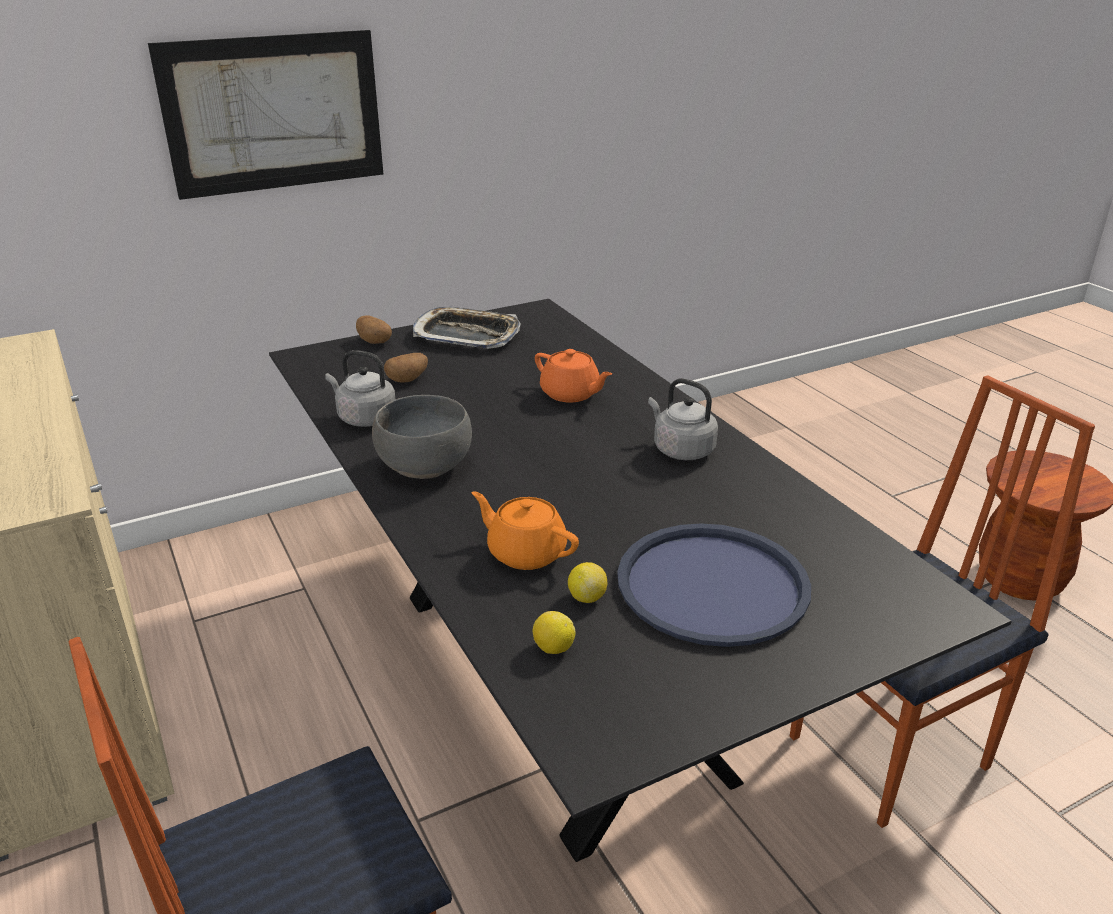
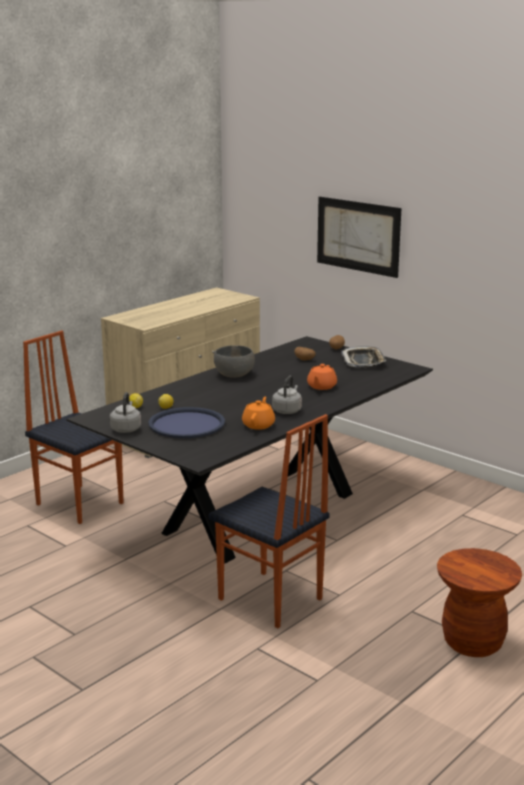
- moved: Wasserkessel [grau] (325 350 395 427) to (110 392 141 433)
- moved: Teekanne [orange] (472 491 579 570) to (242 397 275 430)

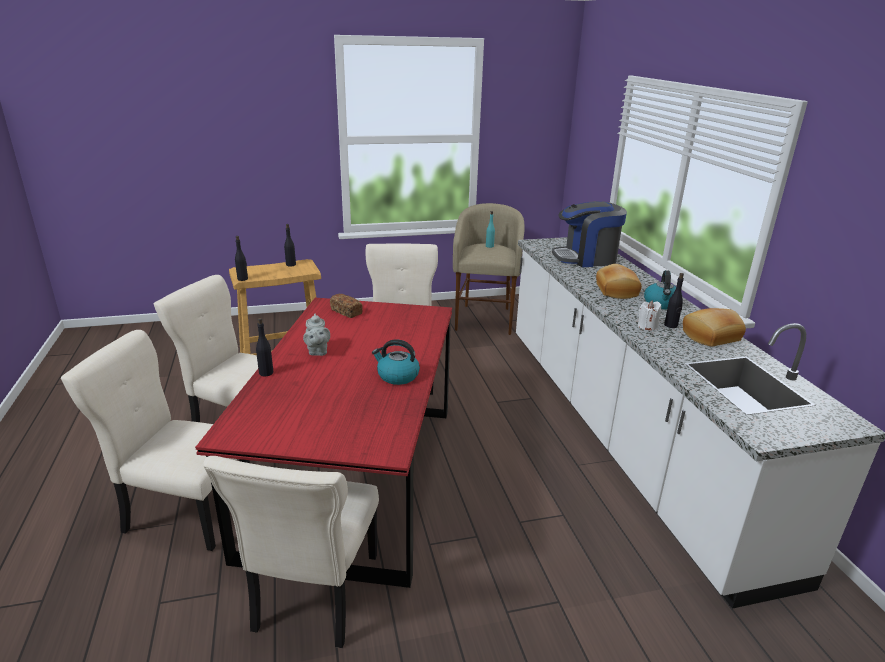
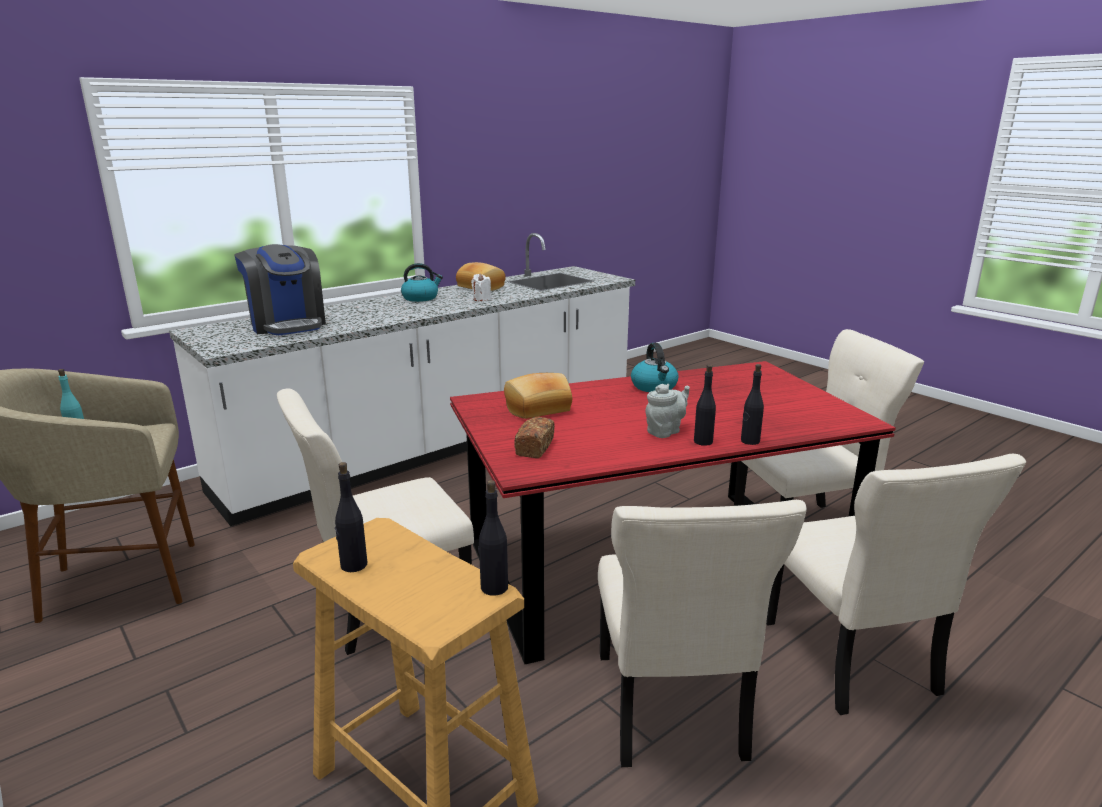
- moved: Brot (596 264 642 299) to (504 373 572 419)
- moved: Flasche [schwarz] (664 273 684 328) to (694 365 716 446)

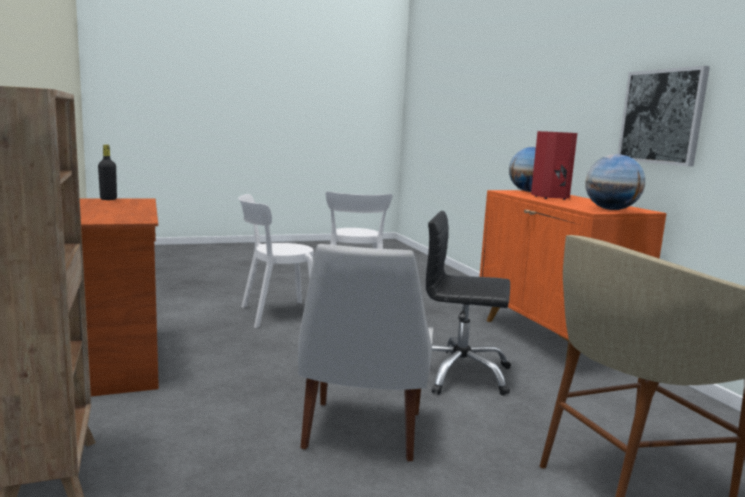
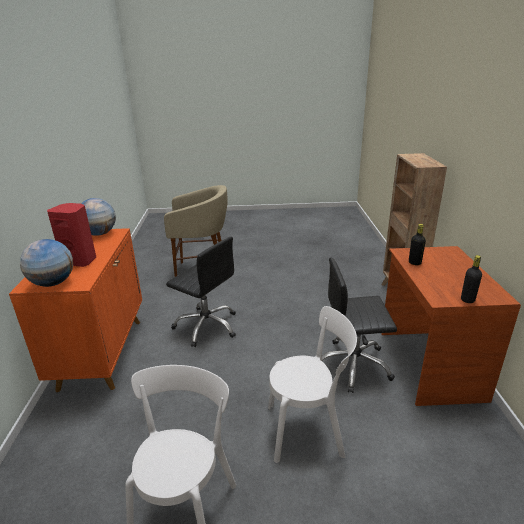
- added: Bürostuhl [schwarz] (322 258 397 393)
- added: Flasche [schwarz] (409 224 426 265)
- removed: Stuhl [weiß] (298 244 433 462)
- removed: Bild (618 66 710 167)

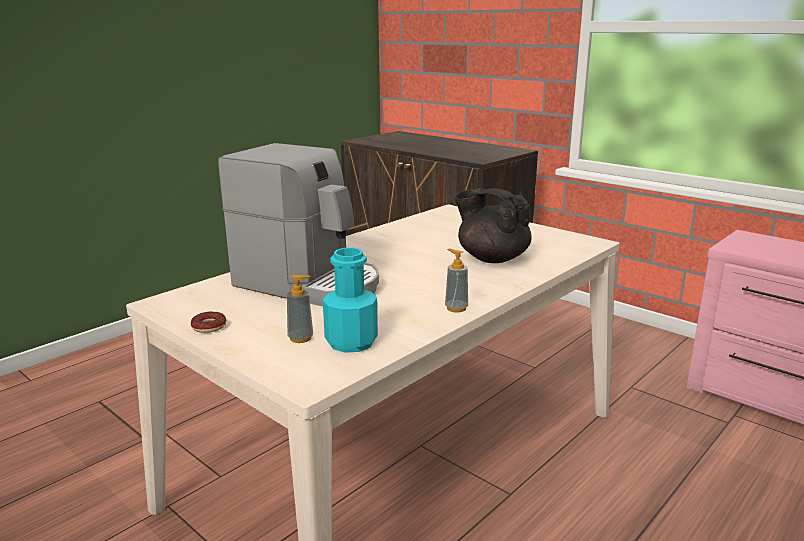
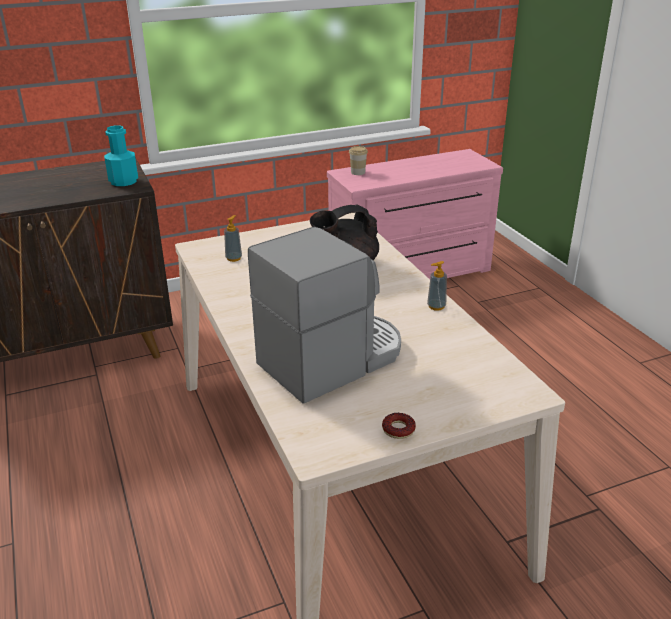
- moved: Flasche [türkis] (323 248 378 353) to (104 125 138 186)
- moved: Seifenspender (287 275 313 343) to (224 215 242 262)
- added: Tasse (349 146 368 175)

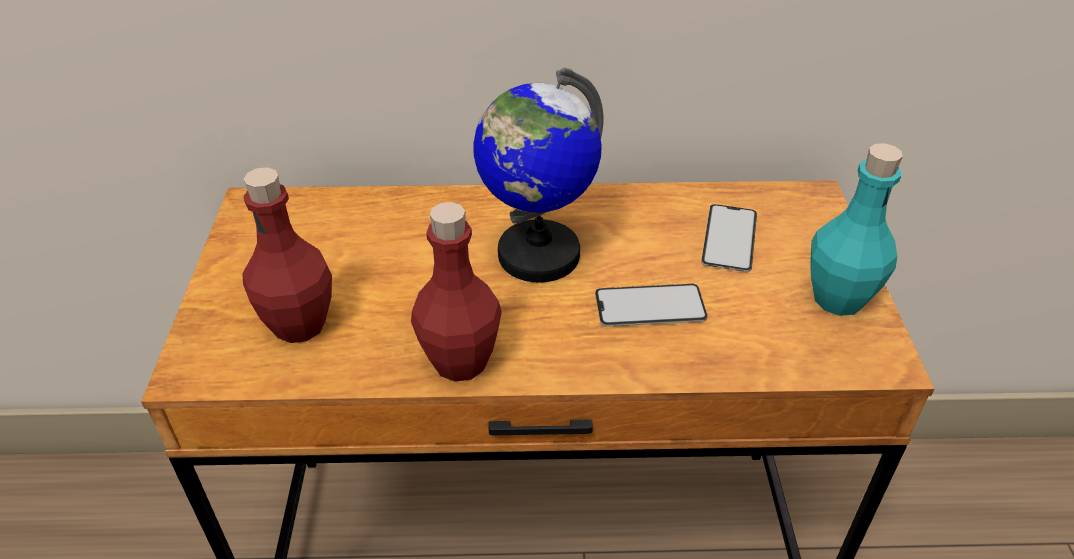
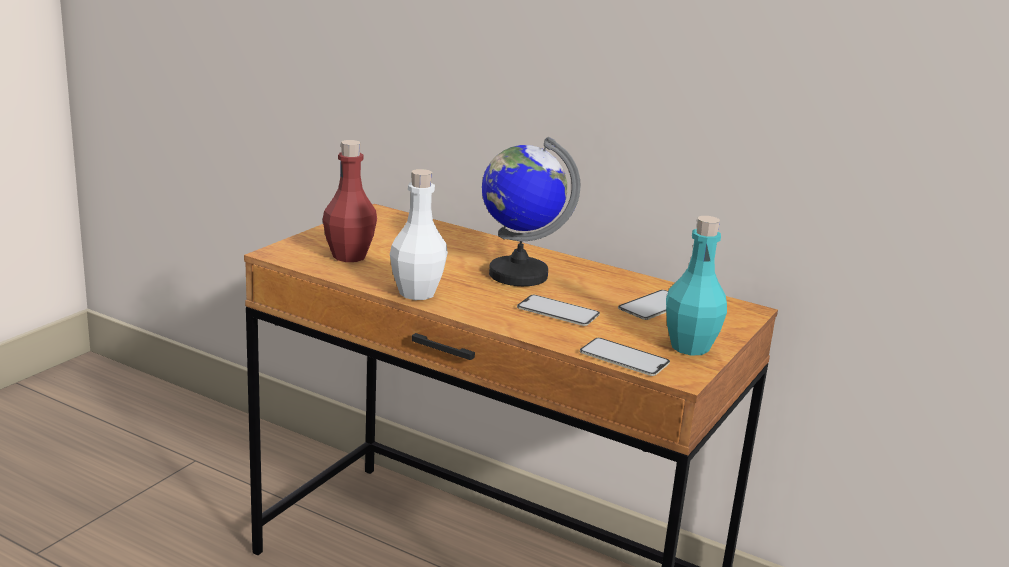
- recoloured: Flasche [rot] (411 202 502 382) to Flasche [weiß] (390 169 448 300)
- added: Handy (580 338 670 376)

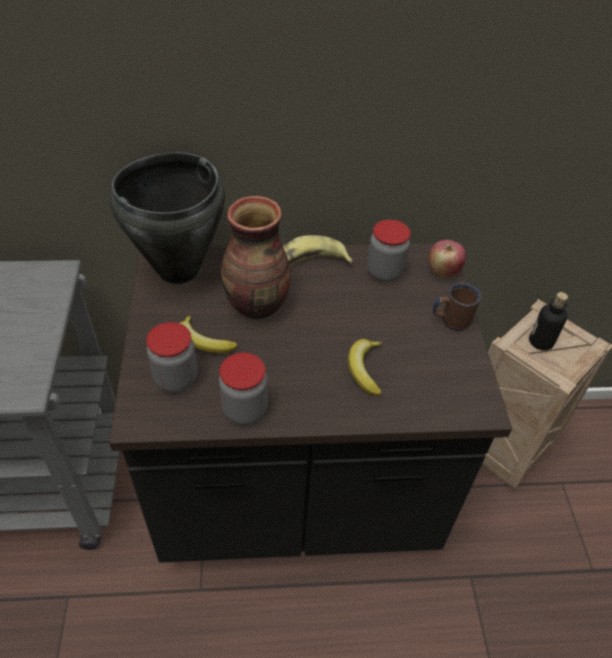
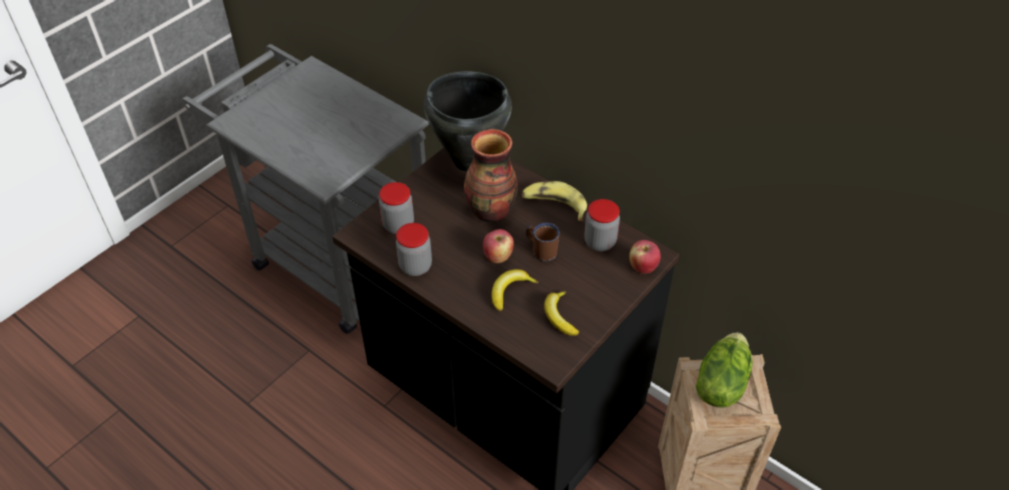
- added: Apfel (483 229 514 263)
- moved: Henkelbecher [braun] (432 283 481 331) to (526 223 560 262)
- moved: Banane (180 315 238 353) to (544 291 579 335)
- replaced: Flasche (529 292 568 350) to Salatkopf (696 332 752 408)

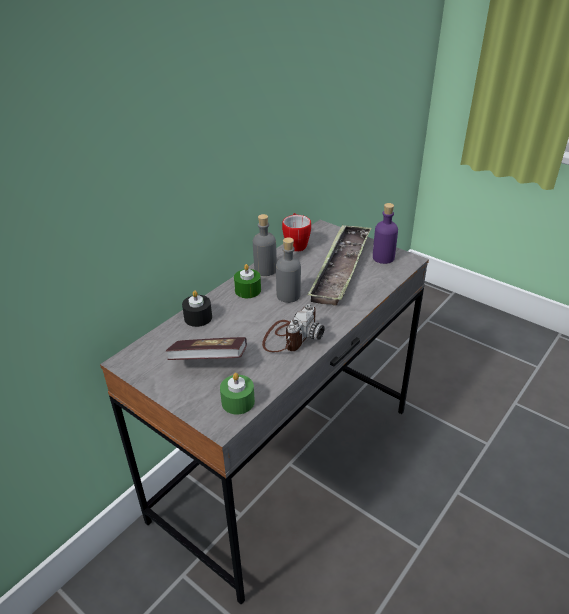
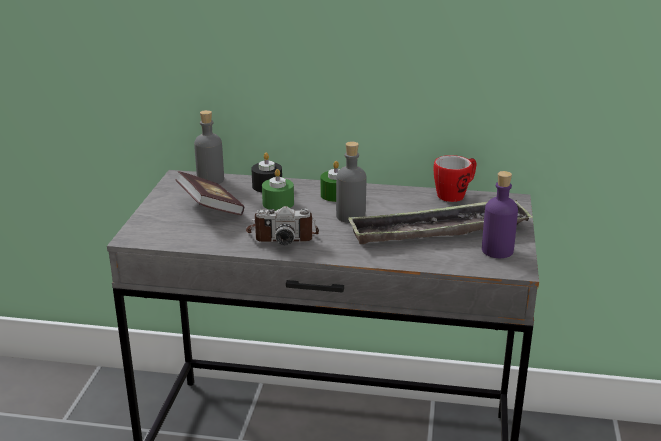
- moved: Flasche [grau] (253 214 277 276) to (194 110 224 184)
- moved: Kerze [grün] (220 373 255 415) to (262 169 294 211)

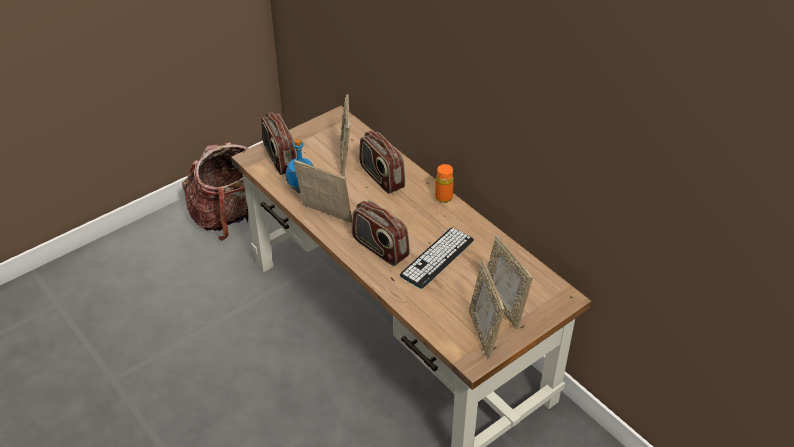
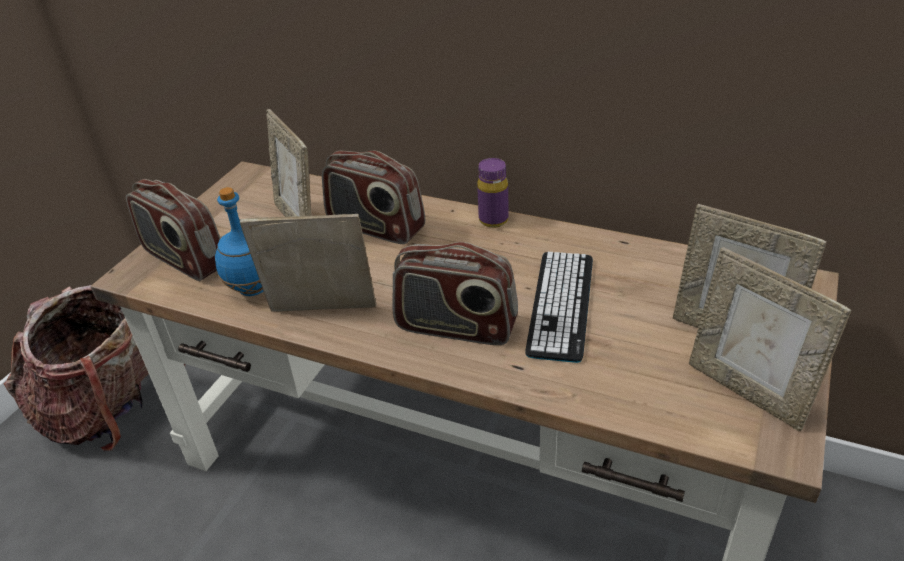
- recoloured: Flasche [orange] (435 164 454 203) to Flasche [lila] (477 158 509 228)

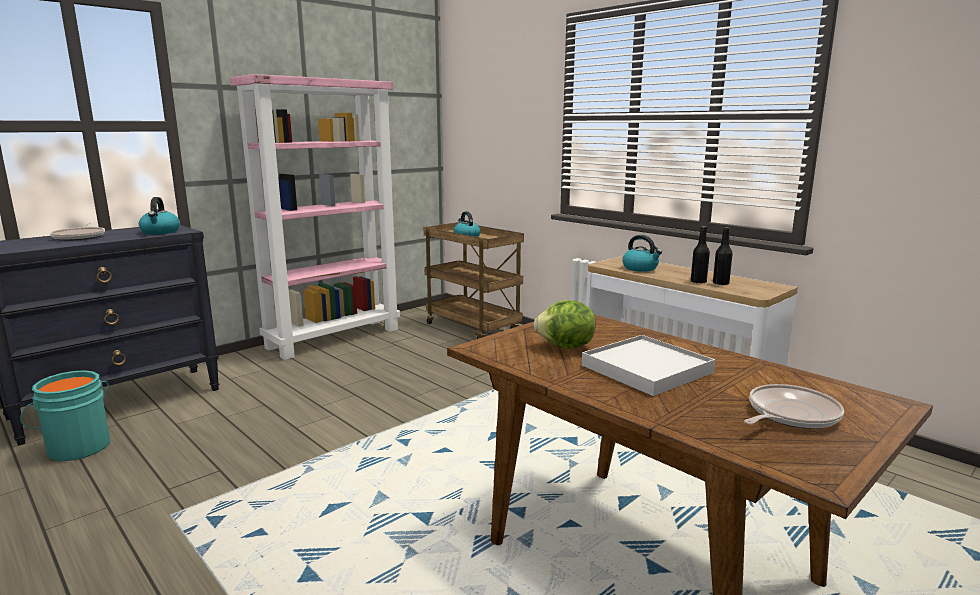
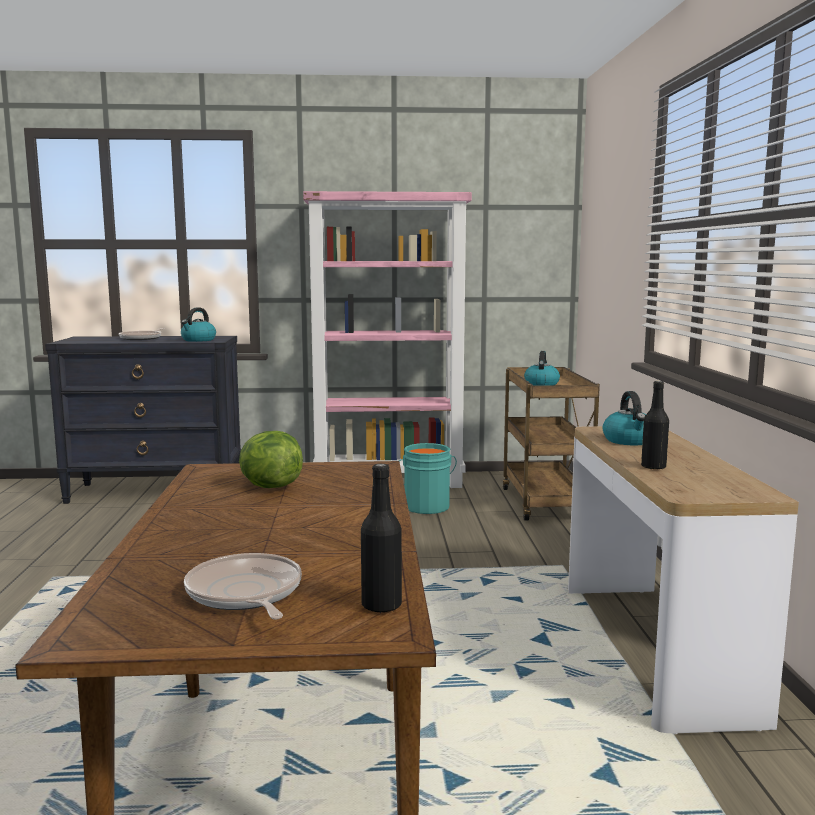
- turned: Pfanne (745 384 844 429) = (184 553 302 620) 120 degrees counterclockwise
- moved: Flasche [schwarz] (713 227 733 285) to (361 464 402 613)
- moved: Eimer [türkis] (20 370 110 461) to (399 443 457 514)
- removed: Tablett [weiß] (582 335 715 396)

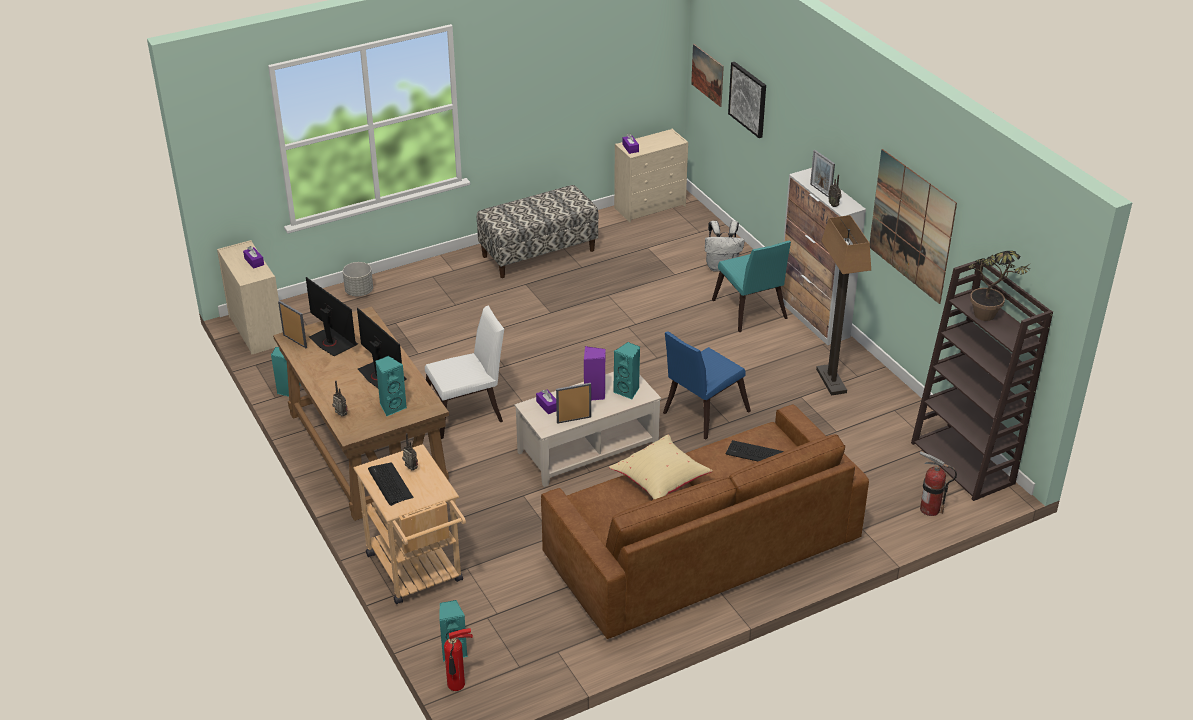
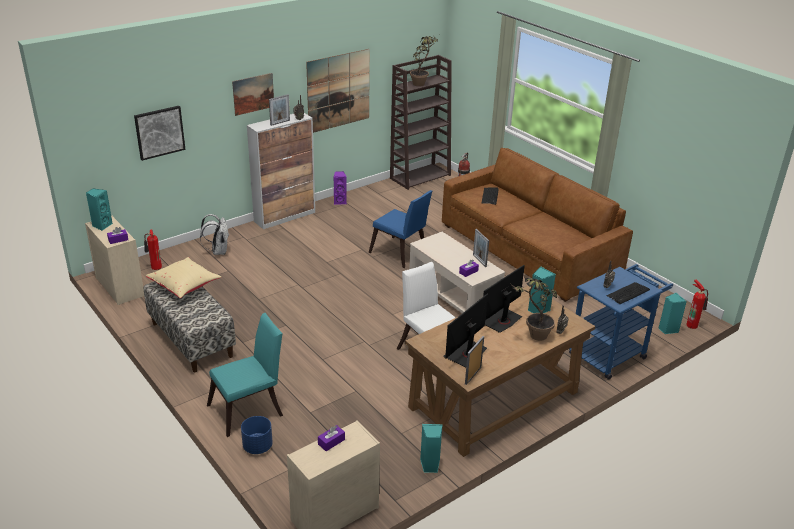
- moved: Lautsprecher [türkis] (613 342 640 400) to (86 188 113 231)
- added: Feuerlöscher (144 230 162 270)
- moved: Kissen [beige] (609 435 713 499) to (146 257 221 298)
- moved: Stuhl [türkis] (712 241 791 332) to (207 313 283 437)
- moved: Bild (691 44 724 107) to (232 73 274 116)
- recoloured: Pflanzkübel [grau] (343 262 373 296) to Pflanzkübel [blau] (241 416 273 454)
- moved: Lautsprecher [lila] (584 346 606 400) to (334 171 347 205)
- added: Topfpflanze (511 278 557 341)
- recoloured: Rollwagen [beige] (353 444 466 604) to Rollwagen [blau] (569 264 673 380)
- removed: Stehlampe (816 215 871 396)

